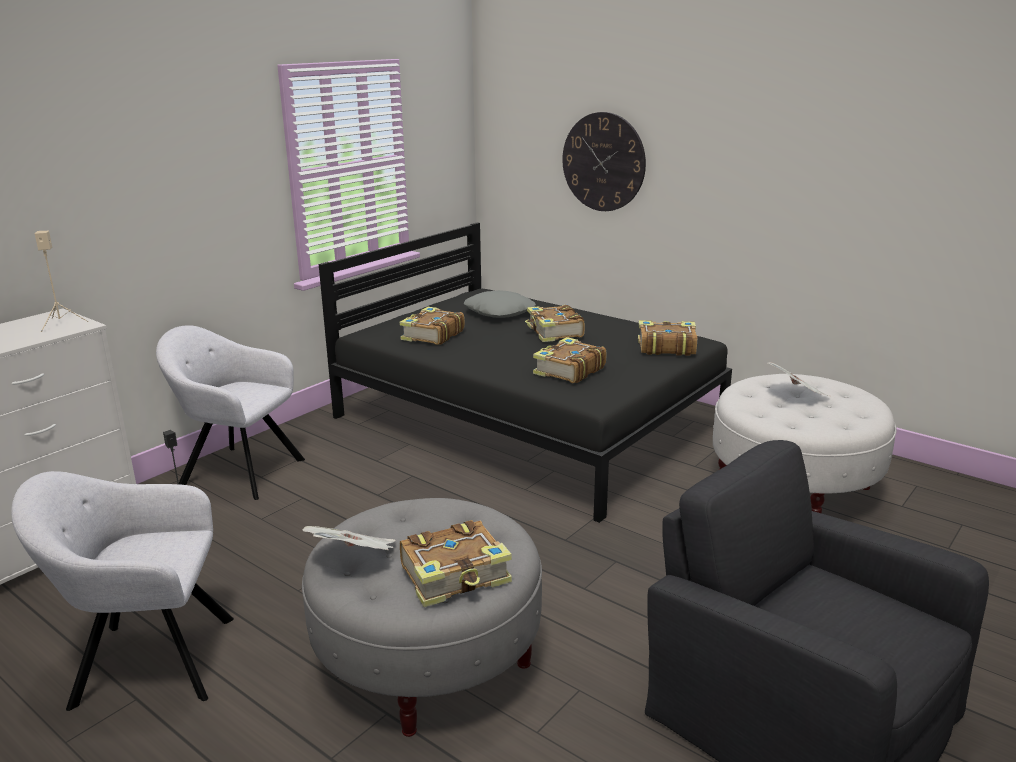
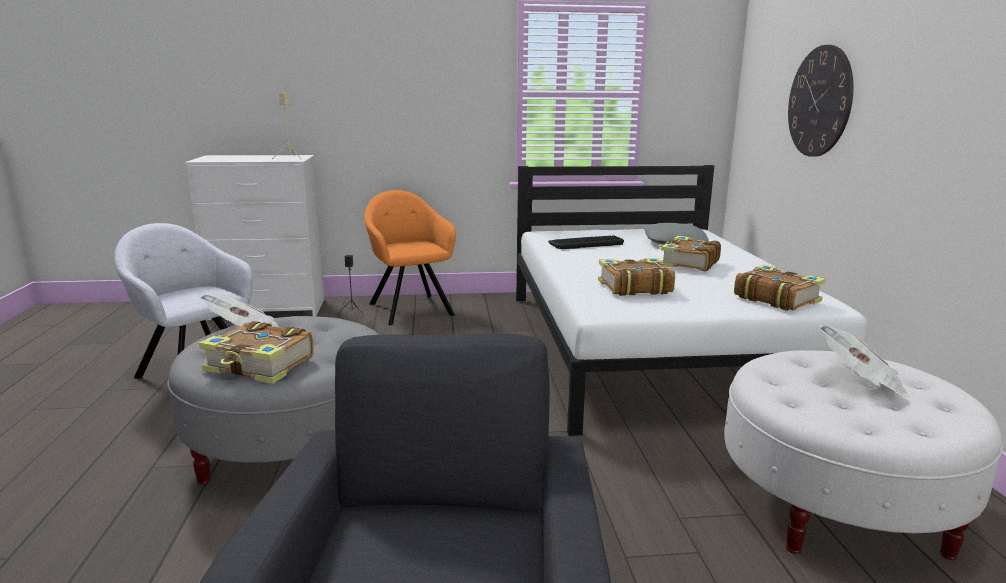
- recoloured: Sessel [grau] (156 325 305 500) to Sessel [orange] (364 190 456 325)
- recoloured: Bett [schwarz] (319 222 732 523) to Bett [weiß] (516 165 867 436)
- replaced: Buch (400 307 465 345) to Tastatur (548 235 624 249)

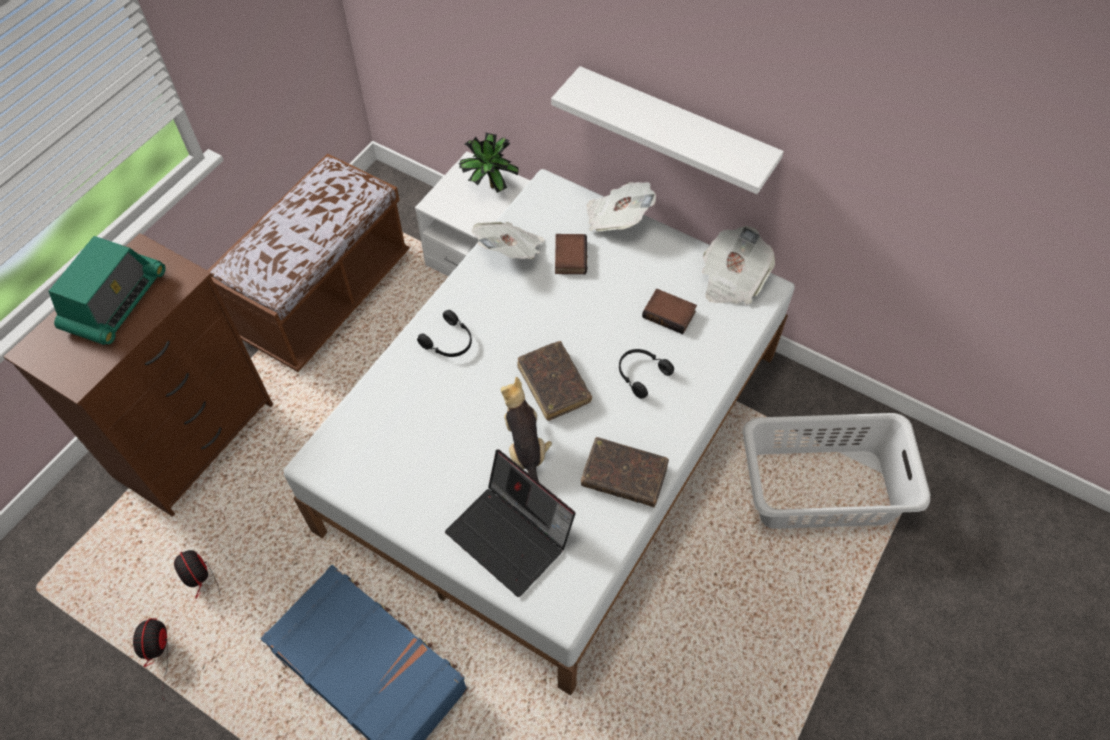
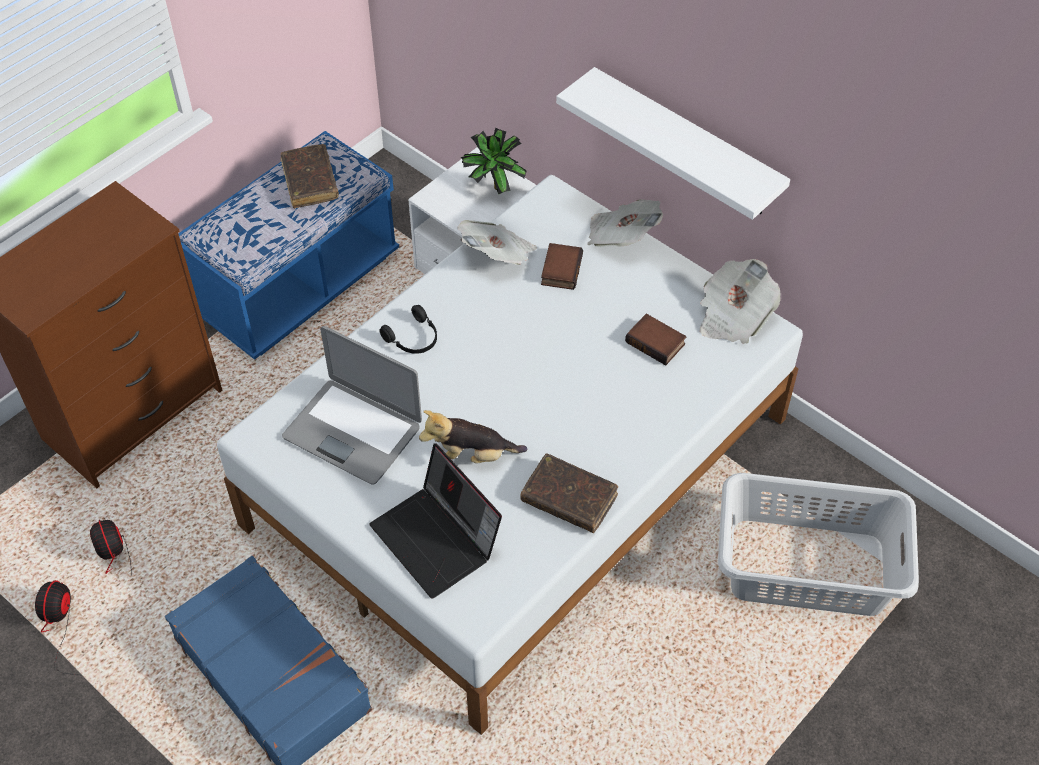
- recoloured: Bank [braun] (207 153 409 372) to Bank [blau] (178 131 399 360)
- moved: Buch [braun] (517 341 592 421) to (281 144 339 208)
- added: Laptop (282 326 422 485)
- turned: Plüschtier (501 377 552 483) = (419 410 527 464) 90 degrees counterclockwise
- removed: Radio (49 236 166 345)
- removed: Kopfhörer [schwarz] (619 349 674 399)

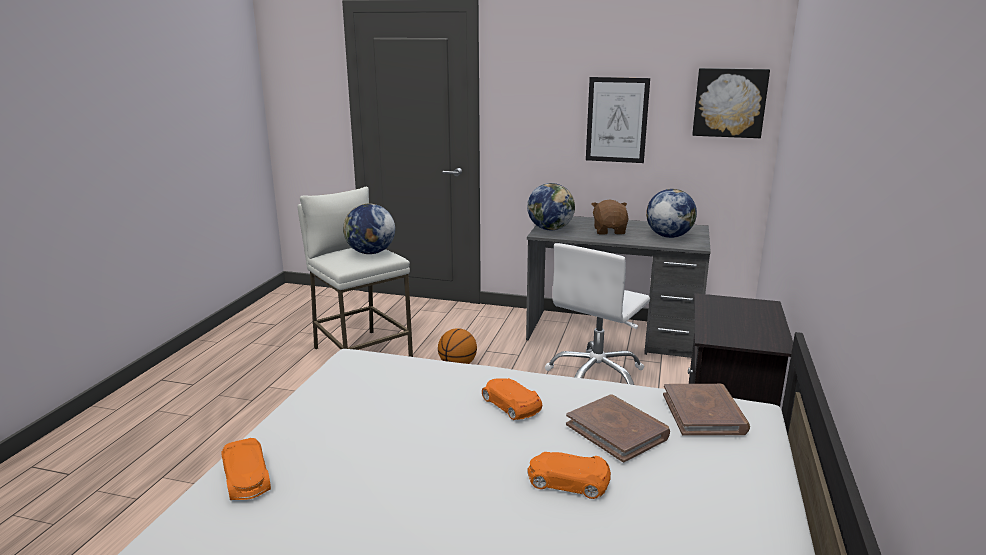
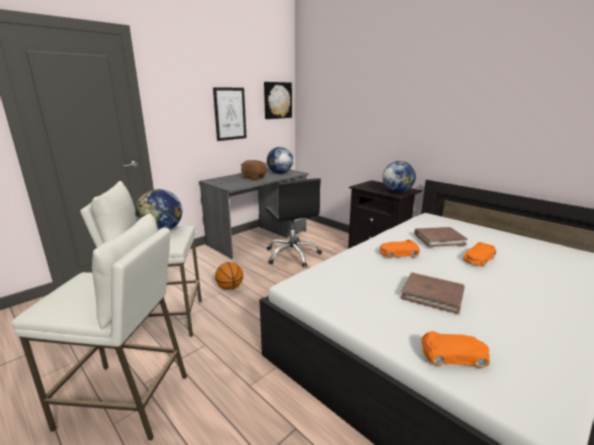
- added: Hocker [weiß] (11 214 187 440)
- recoloured: Bürostuhl [weiß] (545 243 650 385) to Bürostuhl [schwarz] (266 178 322 268)
- moved: Globus (527 183 575 230) to (382 161 416 193)
- moved: Buch [braun] (663 384 750 436) to (401 272 465 314)

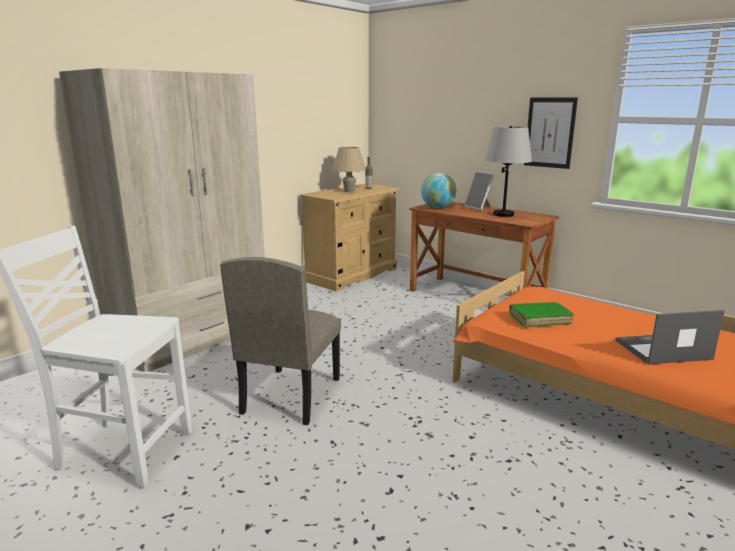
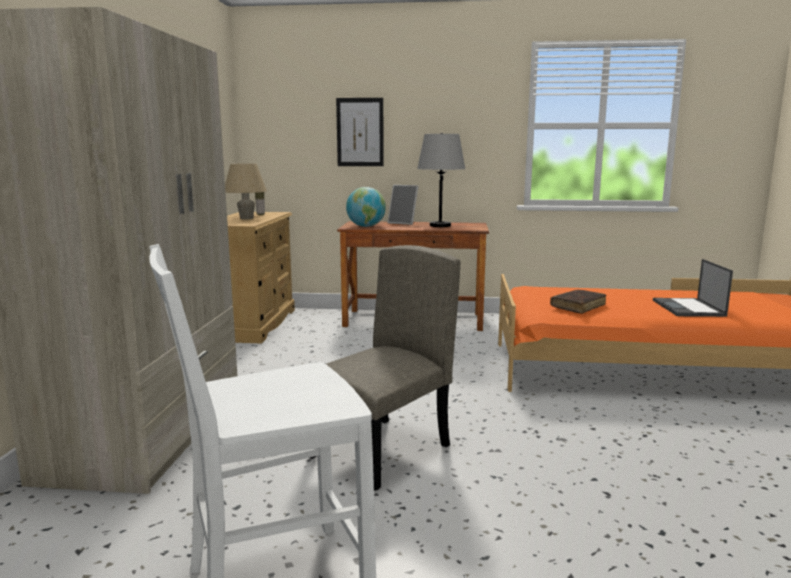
- turned: Stuhl [beige] (220 257 341 425) = (310 245 460 491) 120 degrees counterclockwise
- moved: Bild (524 97 578 169) to (336 98 384 166)
- recoloured: Buch [grün] (509 302 574 327) to Buch [braun] (550 290 607 314)
- turned: Laptop (615 310 725 364) = (653 259 733 317) 45 degrees counterclockwise

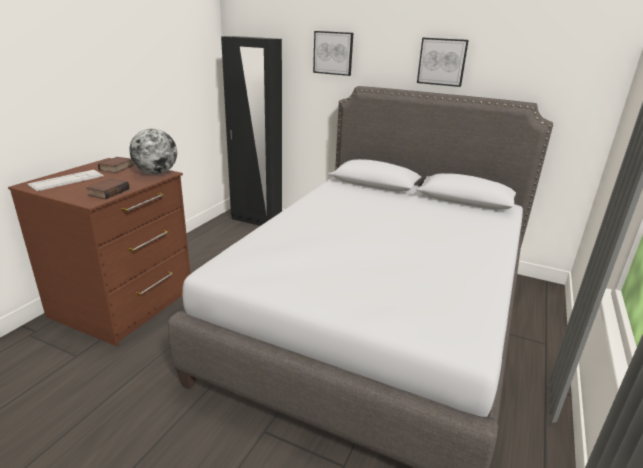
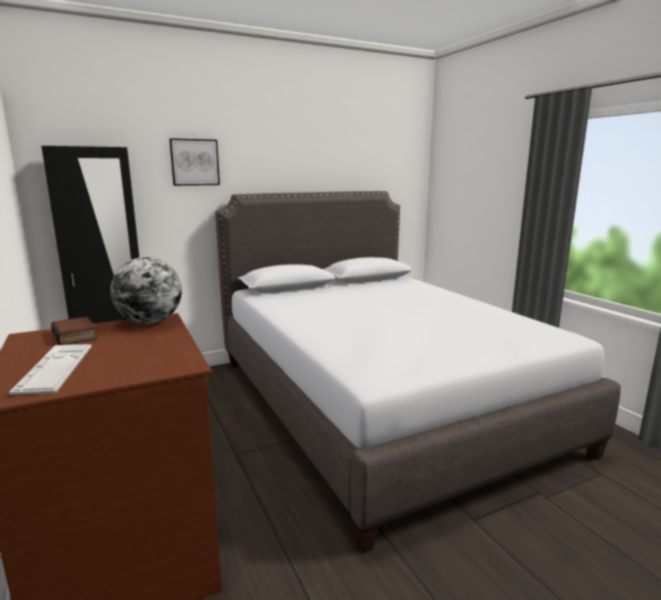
- removed: Buch (86 179 129 199)
- removed: Bild (417 38 469 87)

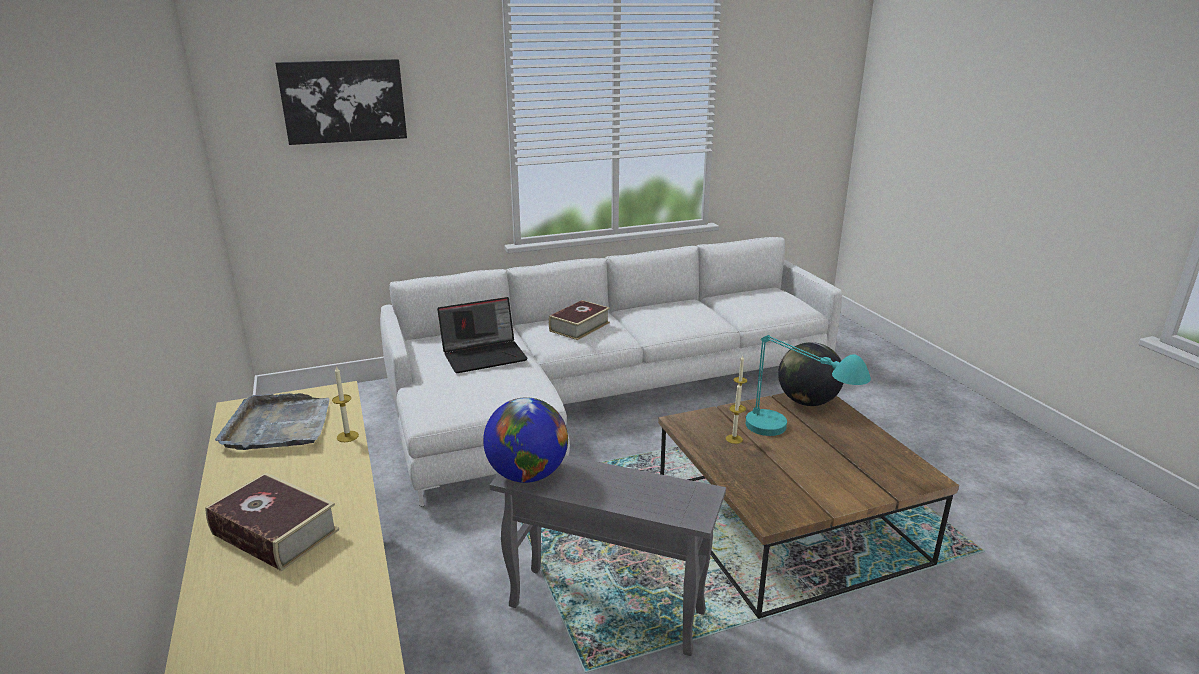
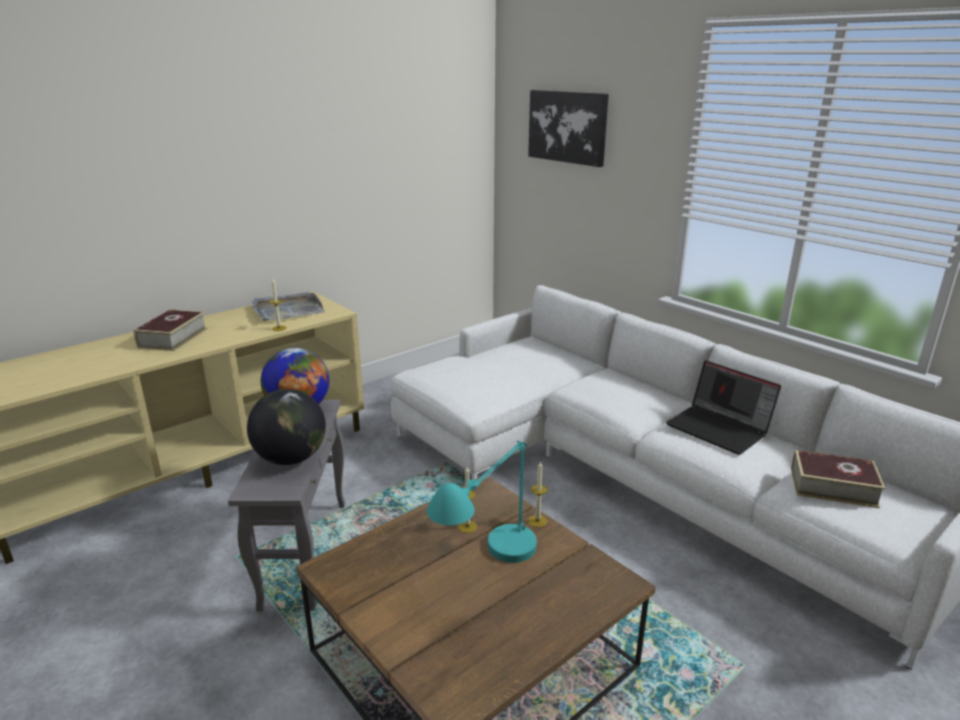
- moved: Globus (778 342 843 406) to (247 389 326 465)
- moved: Laptop (437 297 528 373) to (666 360 781 455)
- moved: Buch (549 300 610 340) to (791 450 885 508)

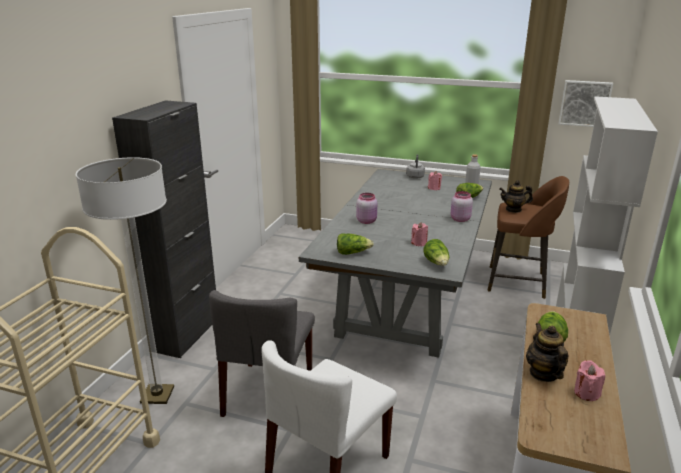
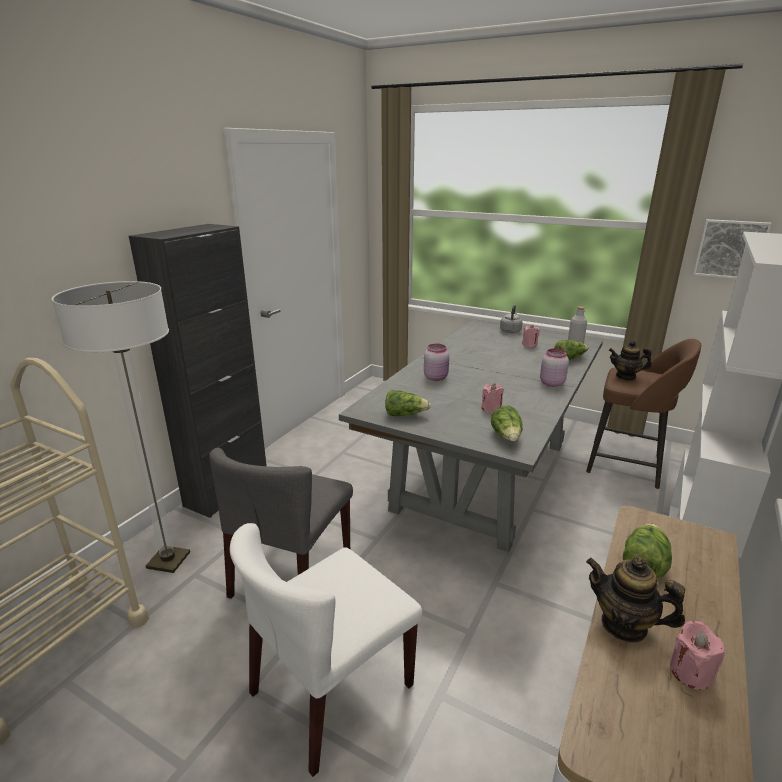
- turned: Teekanne (526 323 569 382) = (586 556 685 643) 60 degrees counterclockwise

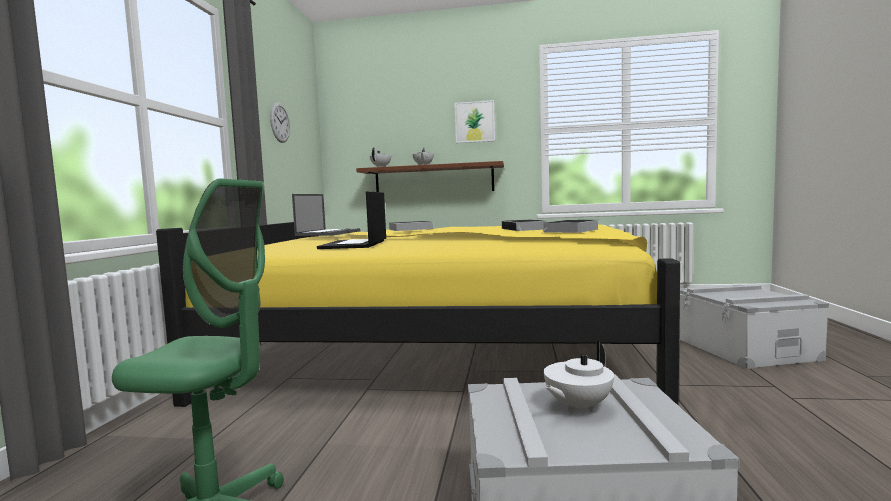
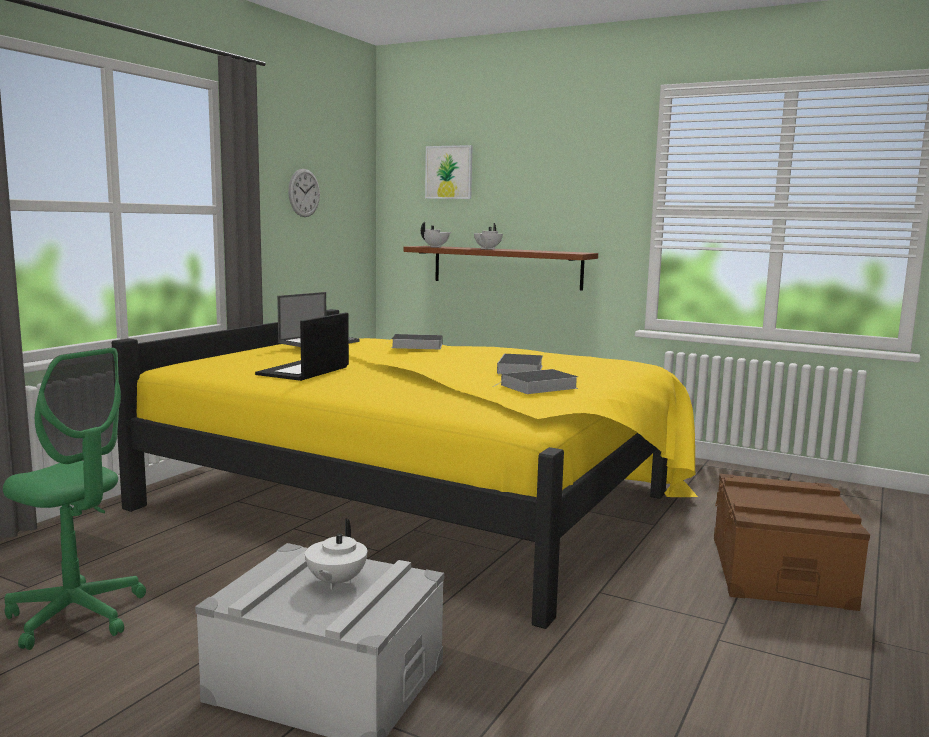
- turned: Teekanne [weiß] (544 341 614 413) = (305 518 367 589) 60 degrees counterclockwise
- moved: Bild (454 100 495 143) to (425 145 473 199)
- recoloured: Aufbewahrungsbox [grau] (679 285 829 369) to Aufbewahrungsbox [braun] (714 474 870 611)

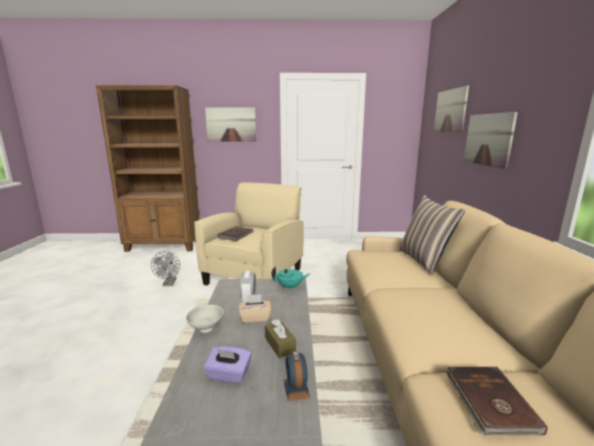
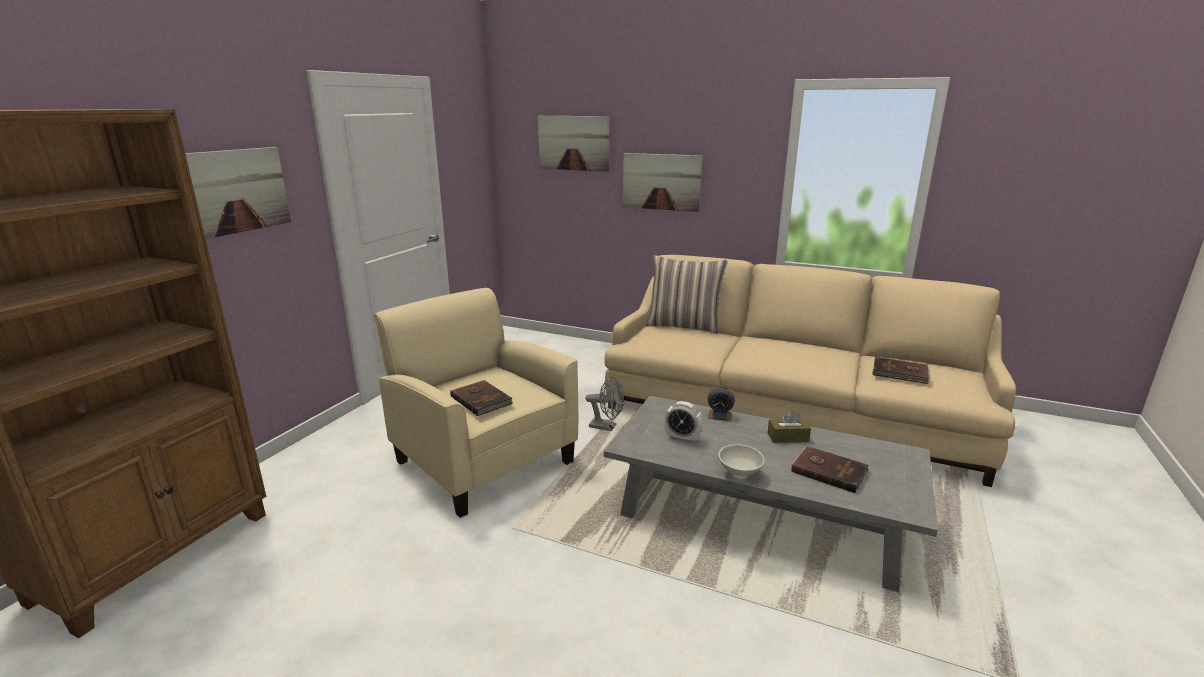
- moved: Ventilator [grau] (151 251 180 286) to (585 377 624 431)
- moved: Wecker (283 351 310 401) to (708 385 735 421)
- replaced: Taschentuchbox [lila] (204 346 252 383) to Buch [braun] (791 446 869 493)
- removed: Taschentuchbox [beige] (238 294 272 323)
- removed: Teekanne [türkis] (271 266 310 291)

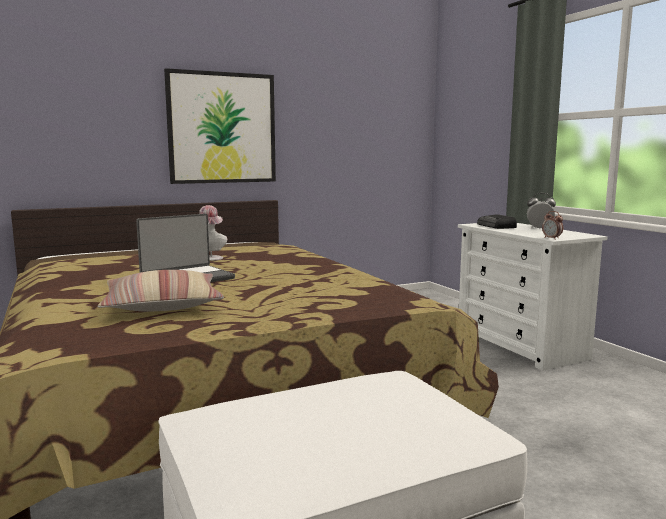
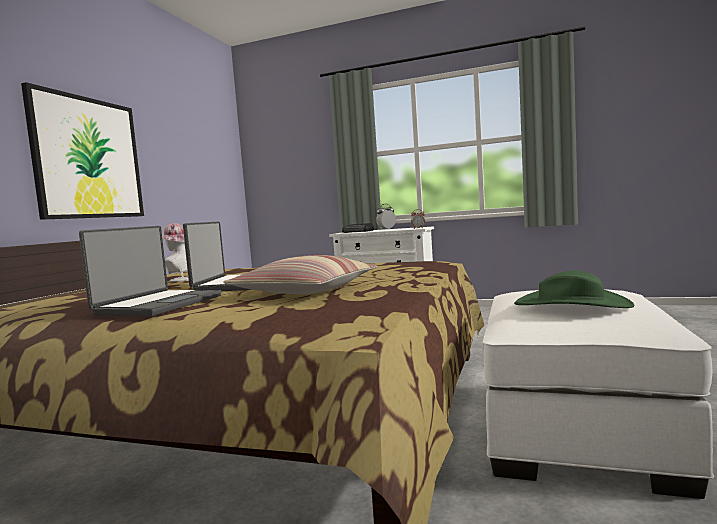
- added: Laptop (79 226 222 316)
- added: Hut [grün] (514 271 634 308)

